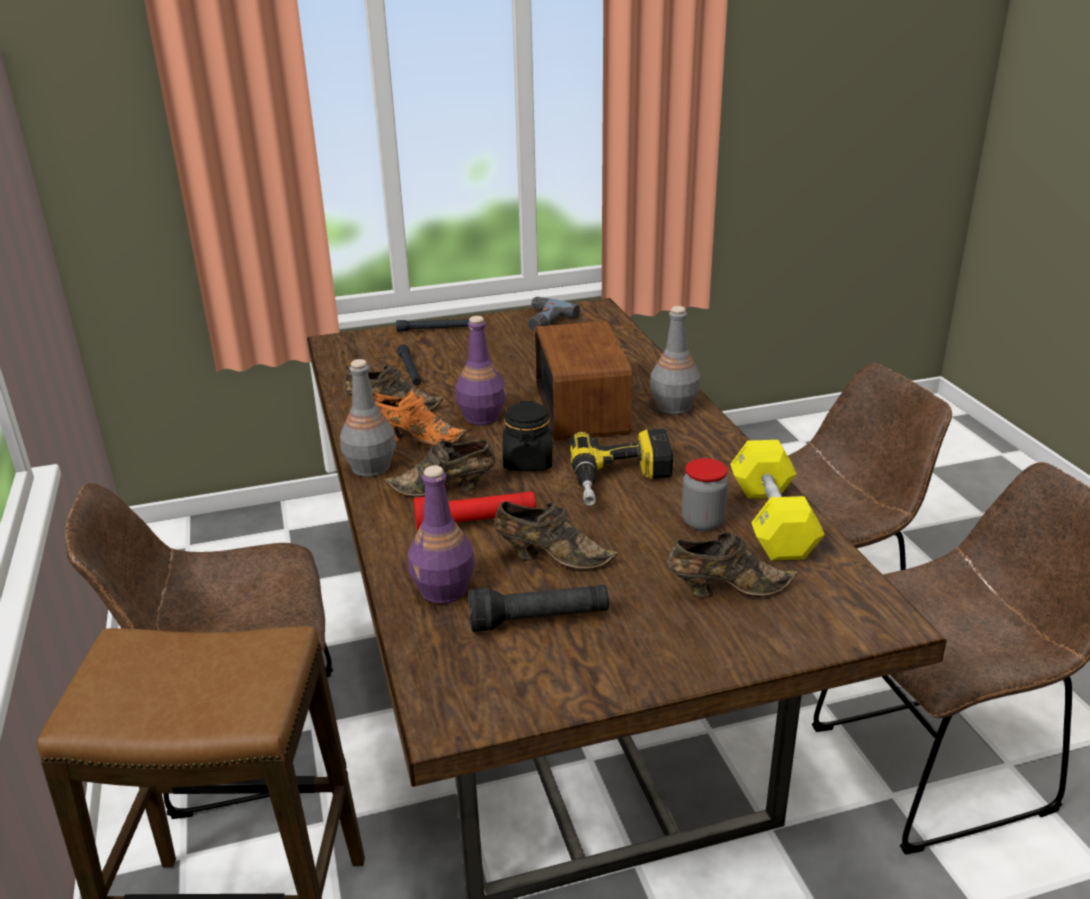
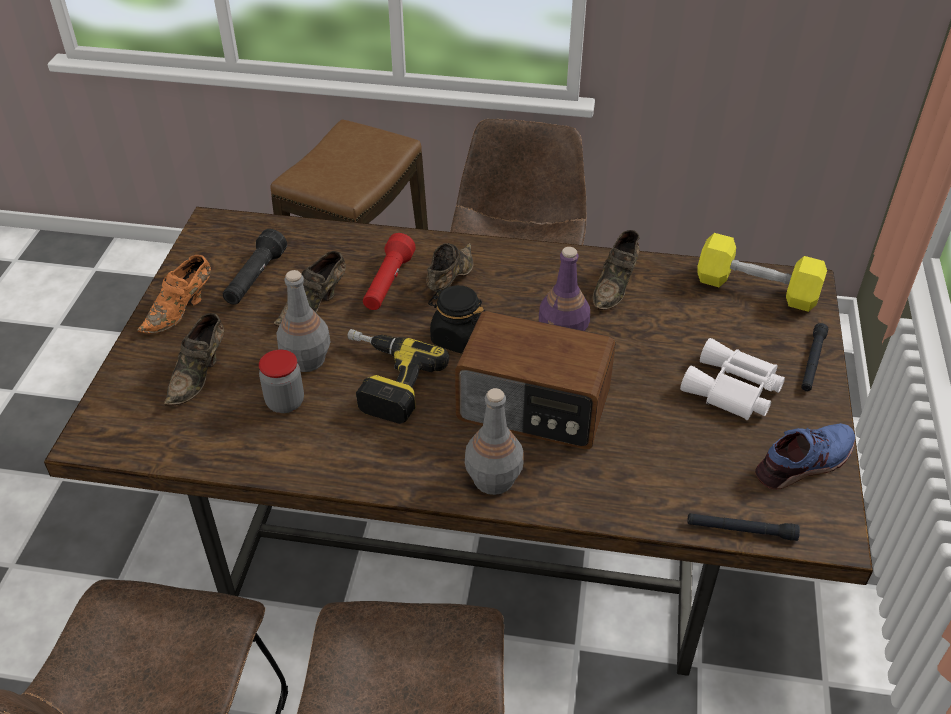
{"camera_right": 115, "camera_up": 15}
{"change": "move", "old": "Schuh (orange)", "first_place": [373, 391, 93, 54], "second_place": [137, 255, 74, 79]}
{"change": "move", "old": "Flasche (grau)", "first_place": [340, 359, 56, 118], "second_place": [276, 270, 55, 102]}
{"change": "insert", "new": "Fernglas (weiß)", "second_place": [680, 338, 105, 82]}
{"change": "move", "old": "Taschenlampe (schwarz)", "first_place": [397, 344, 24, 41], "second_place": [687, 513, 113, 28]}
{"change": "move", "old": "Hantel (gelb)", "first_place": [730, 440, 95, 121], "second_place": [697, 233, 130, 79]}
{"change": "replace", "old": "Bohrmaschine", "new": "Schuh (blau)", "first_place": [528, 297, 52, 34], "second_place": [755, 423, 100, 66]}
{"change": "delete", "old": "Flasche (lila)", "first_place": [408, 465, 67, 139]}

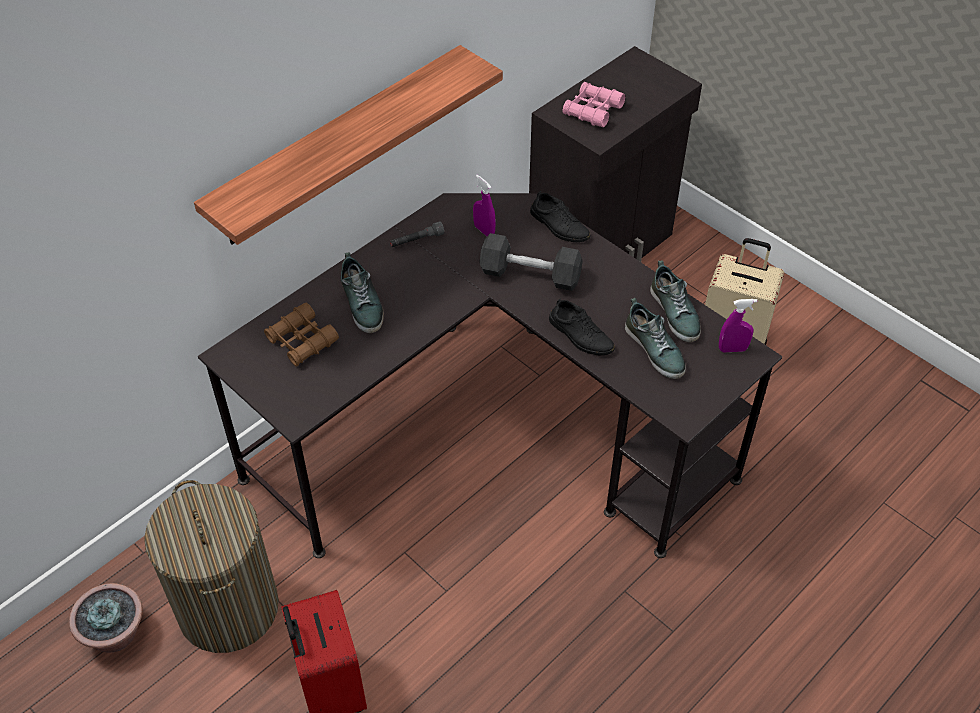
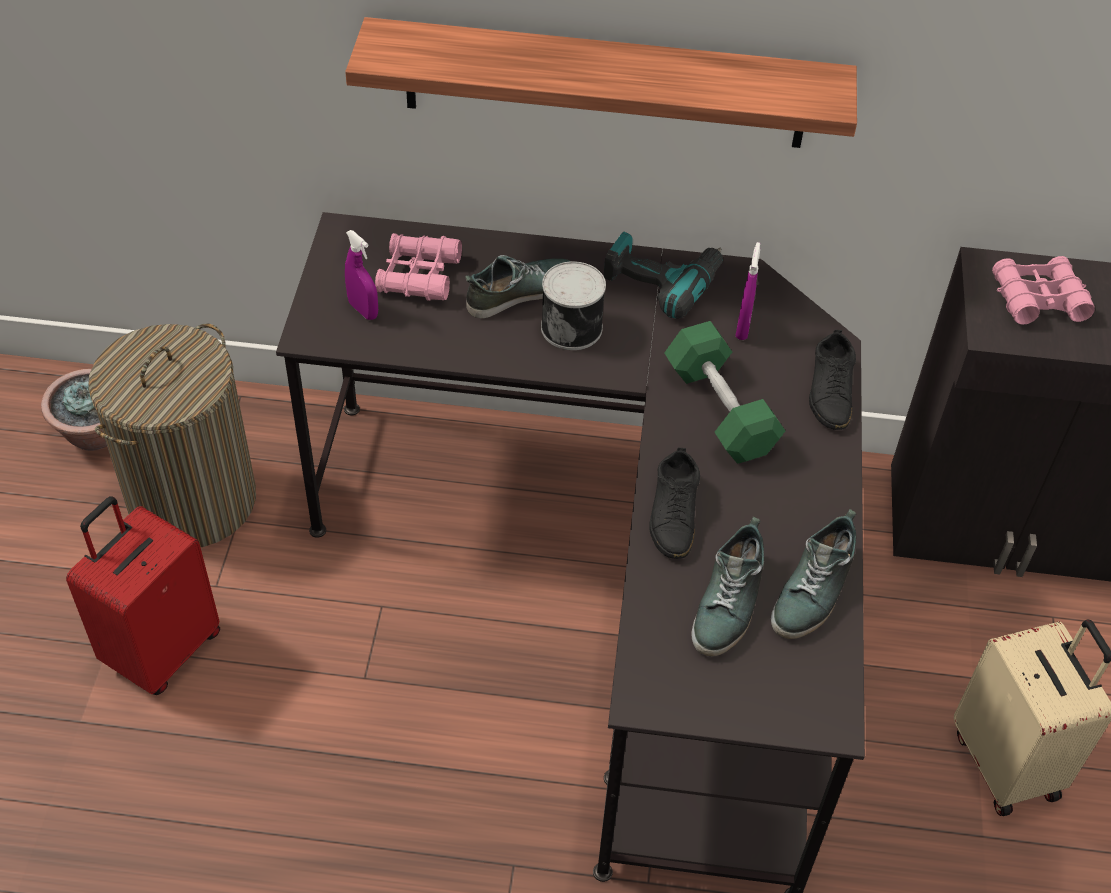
{"camera_right": 50, "camera_up": 0}
{"change": "move", "old": "Sprühflasche (lila)", "first_place": [719, 299, 38, 53], "second_place": [345, 230, 33, 90]}
{"change": "recolor", "old": "Fernglas (braun)", "new": "Fernglas (rosa)", "first_place": [264, 303, 75, 64], "second_place": [375, 233, 87, 68]}
{"change": "rotate", "old": "Schuh", "first_place": [341, 252, 42, 81], "second_place": [465, 255, 106, 63], "degrees": -150}
{"change": "insert", "new": "Dose", "second_place": [541, 261, 65, 89]}
{"change": "replace", "old": "Taschenlampe (grau)", "new": "Bohrmaschine", "first_place": [390, 222, 55, 25], "second_place": [604, 231, 119, 88]}
{"change": "recolor", "old": "Hantel (schwarz)", "new": "Hantel (grün)", "first_place": [479, 233, 104, 58], "second_place": [664, 321, 121, 143]}

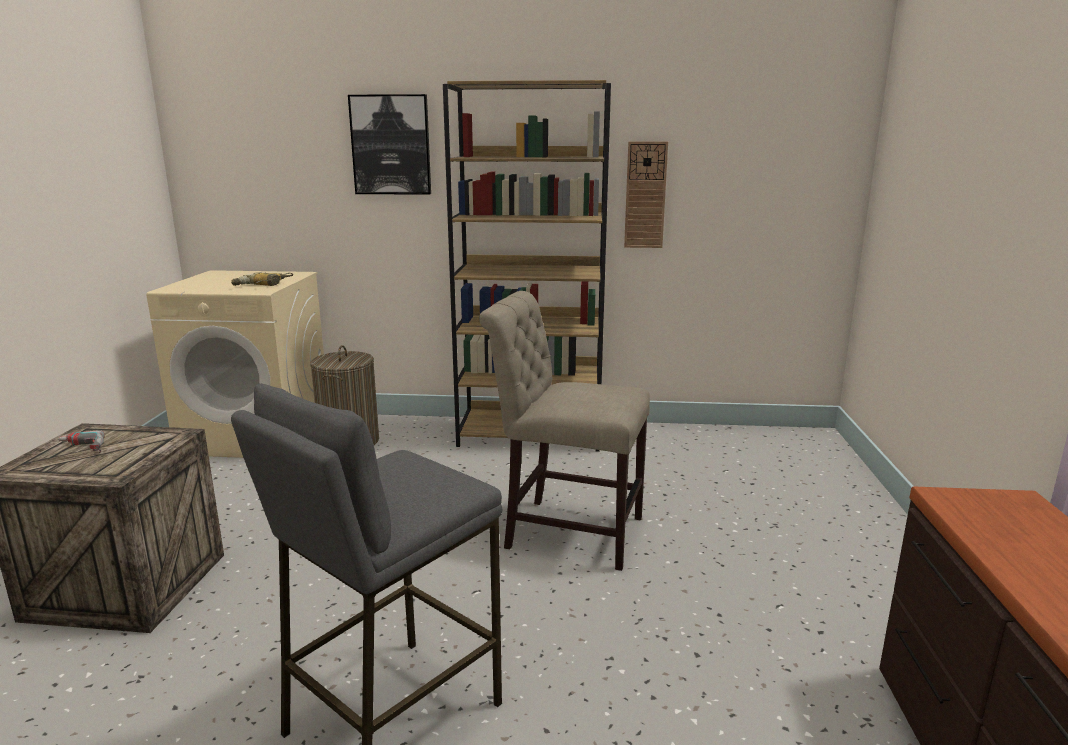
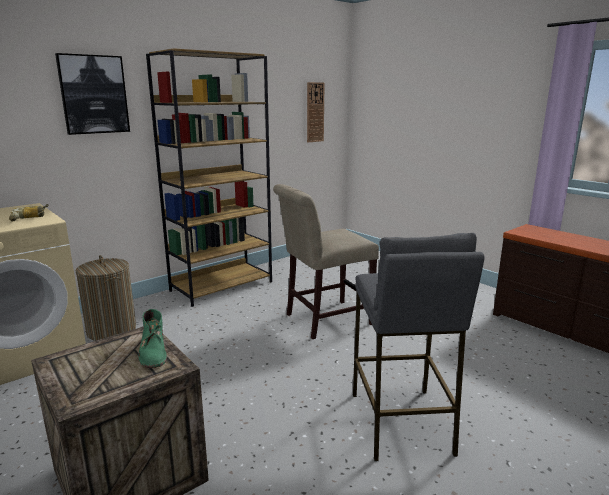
{"camera_right": -45, "camera_up": 0}
{"change": "insert", "new": "Stiefel (grün)", "second_place": [139, 309, 28, 59]}
{"change": "move", "old": "Wanduhr", "first_place": [624, 142, 44, 106], "second_place": [307, 82, 18, 60]}
{"change": "delete", "old": "Bohrmaschine", "first_place": [58, 430, 47, 23]}

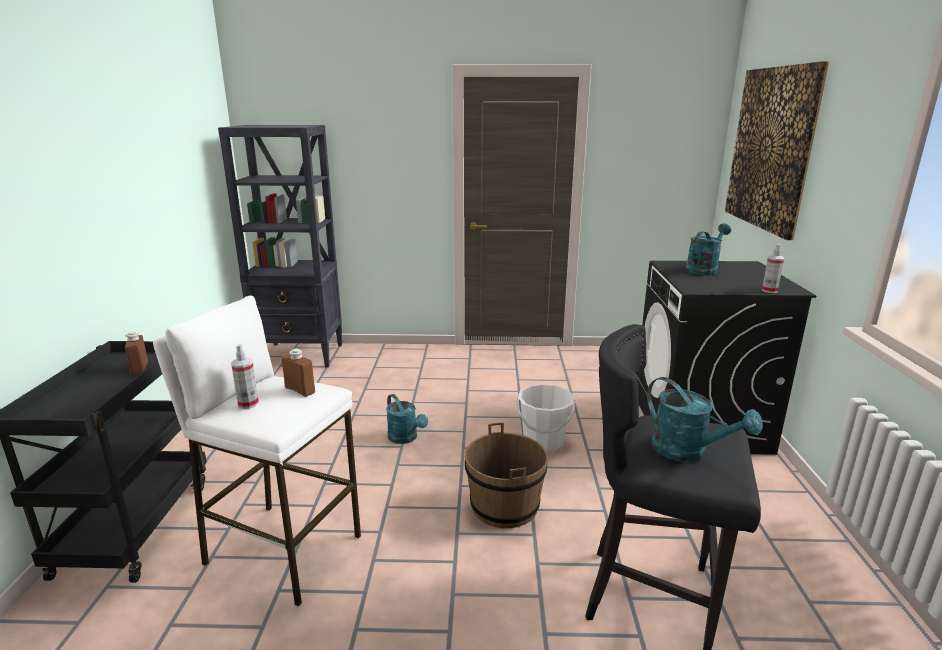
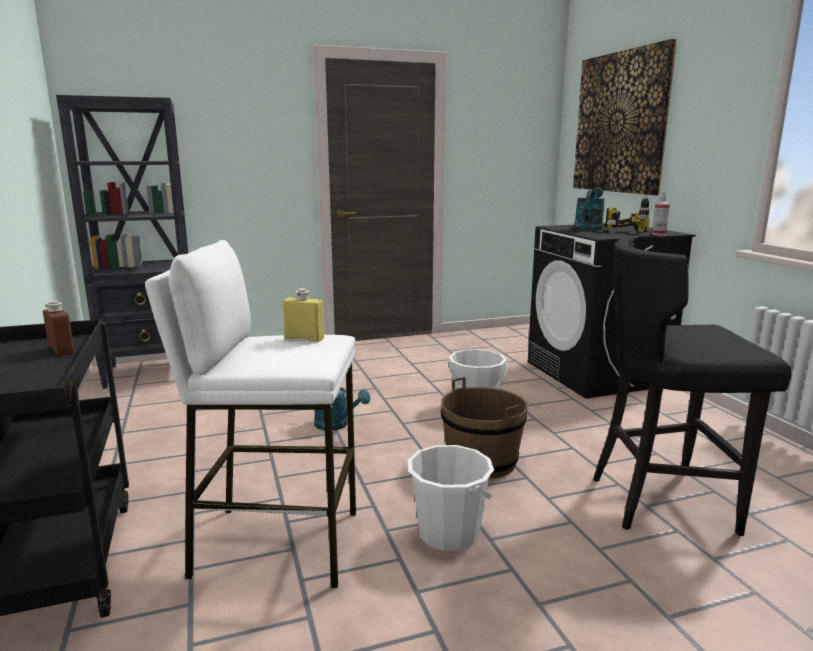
{"camera_right": -20, "camera_up": -5}
{"change": "recolor", "old": "Flasche (braun)", "new": "Flasche (gelb)", "first_place": [282, 349, 33, 48], "second_place": [283, 288, 41, 54]}
{"change": "insert", "new": "Eimer (weiß)", "second_place": [408, 445, 86, 106]}
{"change": "insert", "new": "Bohrmaschine", "second_place": [605, 195, 45, 38]}
{"change": "delete", "old": "Sprühflasche", "first_place": [231, 344, 28, 65]}
{"change": "delete", "old": "Gießkanne (türkis)", "first_place": [647, 377, 116, 85]}

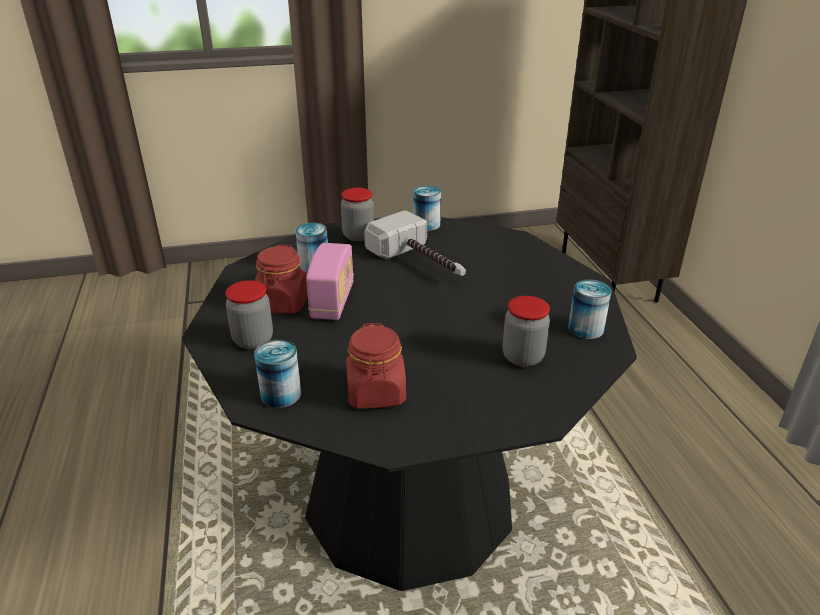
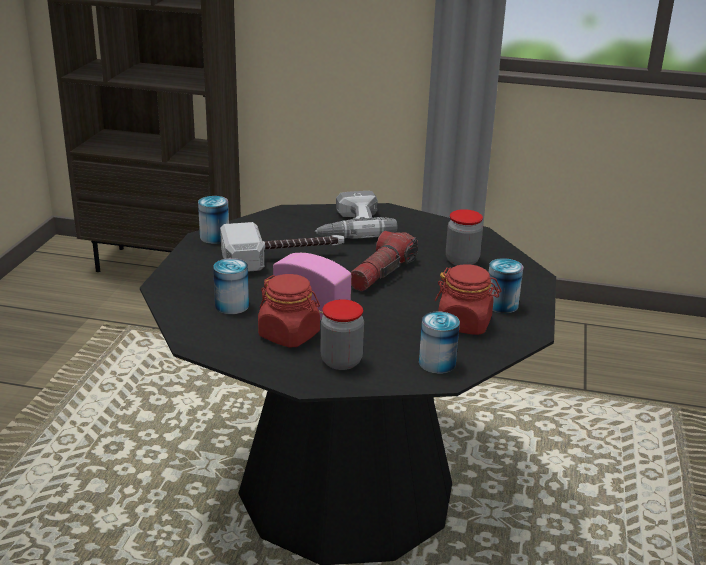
{"camera_right": -65, "camera_up": -5}
{"change": "insert", "new": "Bohrmaschine", "second_place": [315, 191, 83, 47]}
{"change": "insert", "new": "Taschenlampe", "second_place": [350, 231, 68, 60]}
{"change": "move", "old": "Dose", "first_place": [568, 280, 44, 59], "second_place": [489, 258, 34, 55]}
{"change": "delete", "old": "Vorratsglas", "first_place": [341, 188, 33, 53]}

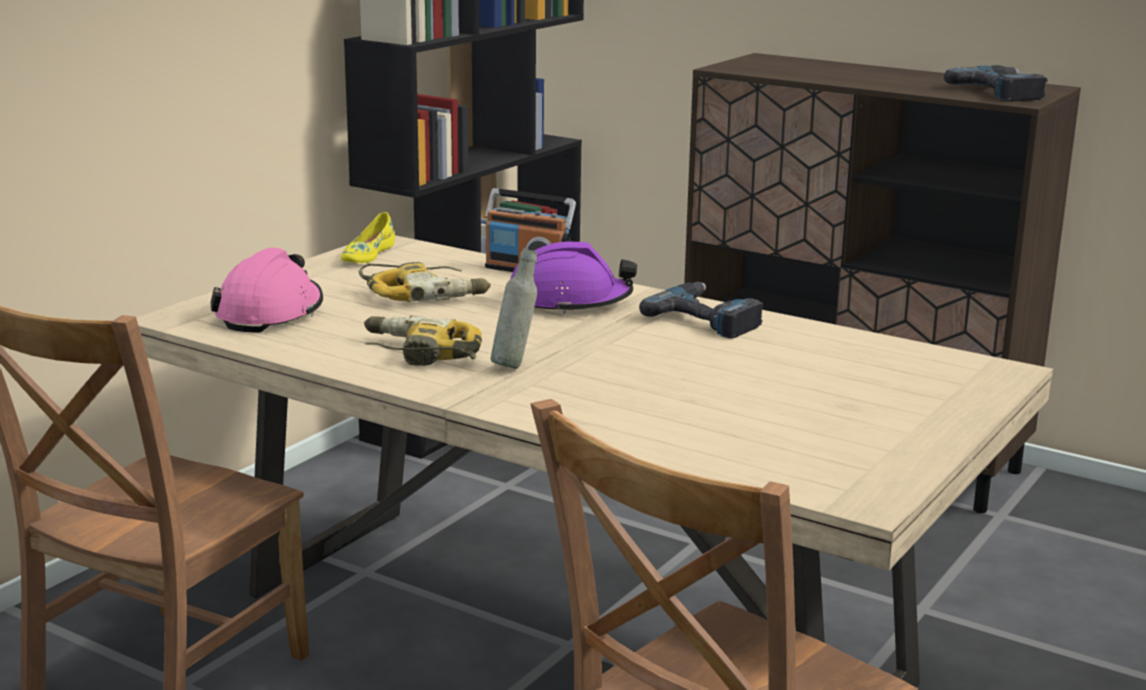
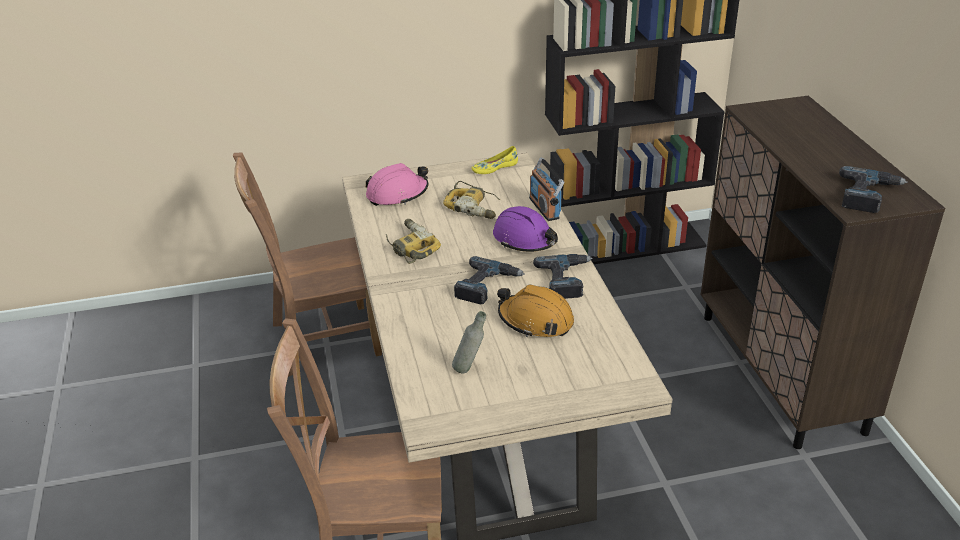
{"camera_right": 45, "camera_up": 15}
{"change": "move", "old": "Flasche (grau)", "first_place": [491, 248, 46, 121], "second_place": [452, 311, 34, 62]}
{"change": "insert", "new": "Bohrmaschine", "second_place": [454, 256, 71, 48]}
{"change": "insert", "new": "Schutzhelm (orange)", "second_place": [497, 284, 77, 53]}

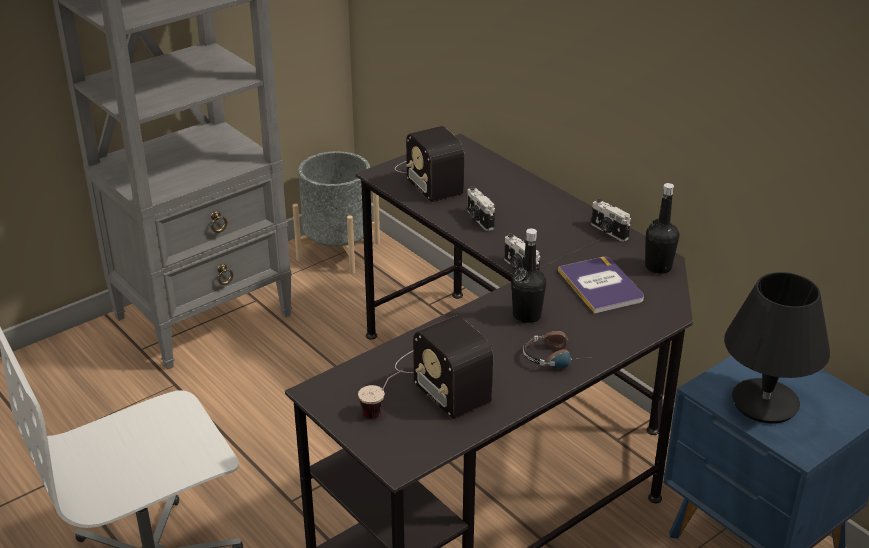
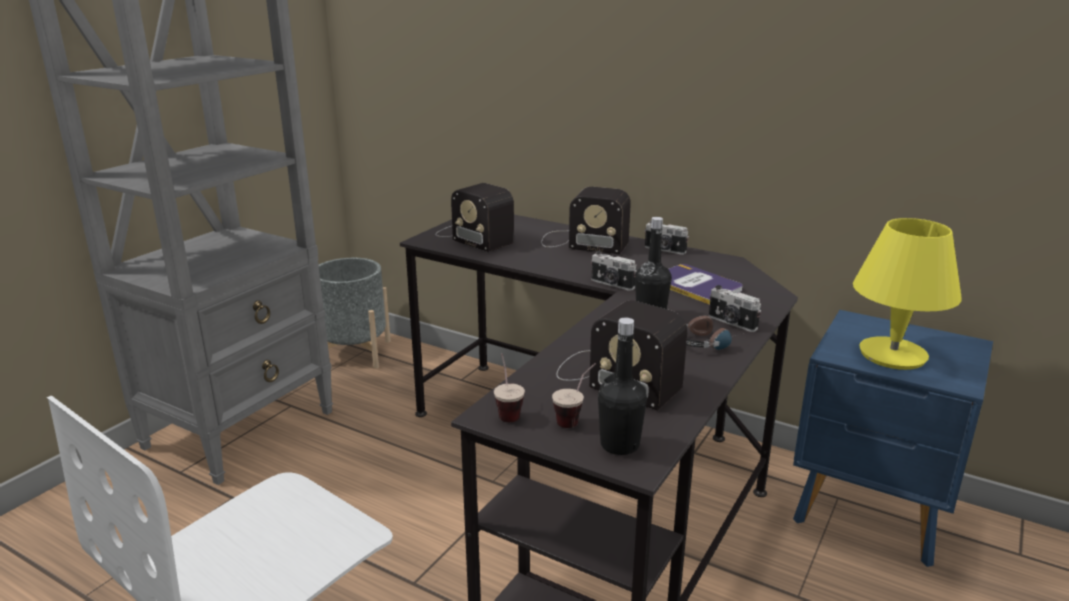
{"camera_right": -20, "camera_up": -10}
{"change": "insert", "new": "Tasse", "second_place": [494, 353, 31, 69]}
{"change": "insert", "new": "Radio", "second_place": [541, 187, 90, 68]}
{"change": "move", "old": "Flasche (schwarz)", "first_place": [645, 183, 34, 91], "second_place": [598, 318, 49, 137]}
{"change": "move", "old": "Kamera", "first_place": [467, 186, 28, 45], "second_place": [709, 285, 52, 47]}
{"change": "recolor", "old": "Tischlampe (schwarz)", "new": "Tischlampe (gelb)", "first_place": [724, 272, 106, 152], "second_place": [853, 218, 109, 152]}

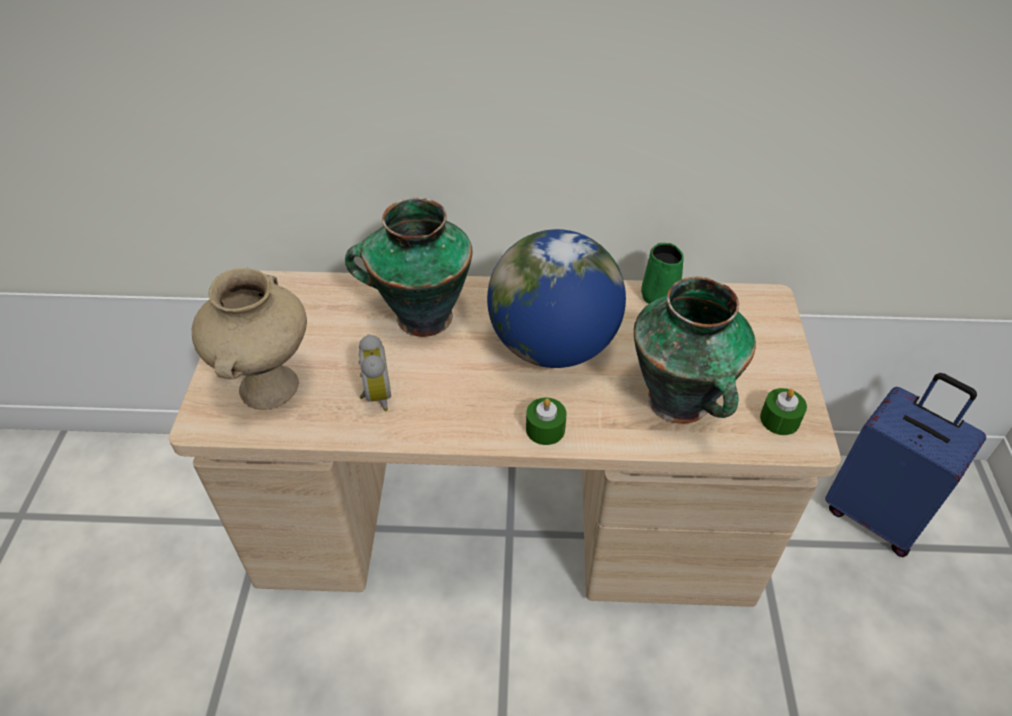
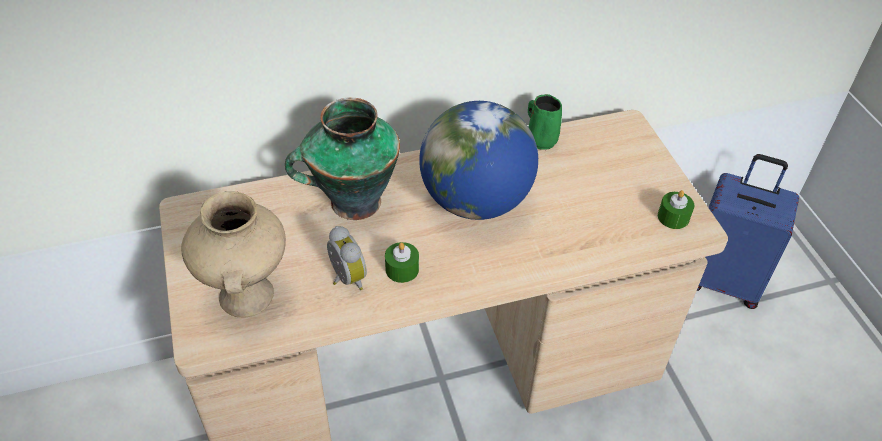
{"camera_right": -20, "camera_up": 0}
{"change": "move", "old": "Kerze (grün)", "first_place": [526, 398, 40, 47], "second_place": [385, 242, 34, 41]}
{"change": "delete", "old": "Vase", "first_place": [634, 277, 122, 147]}

